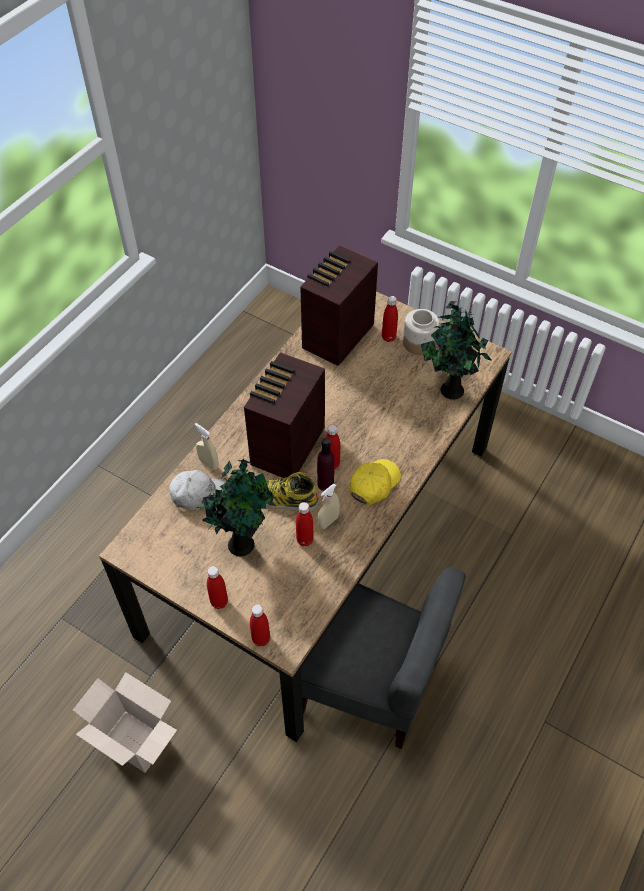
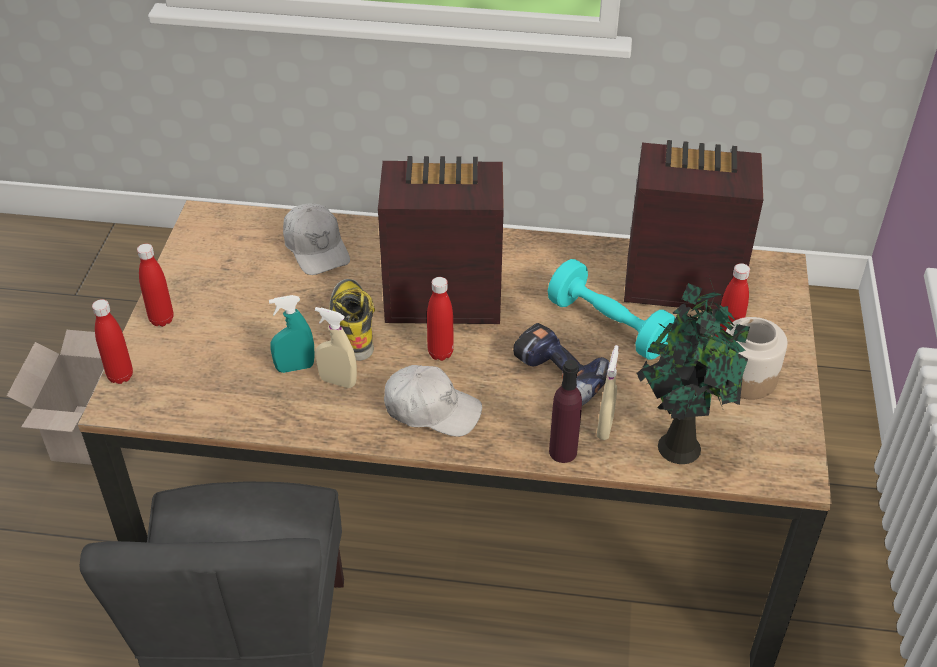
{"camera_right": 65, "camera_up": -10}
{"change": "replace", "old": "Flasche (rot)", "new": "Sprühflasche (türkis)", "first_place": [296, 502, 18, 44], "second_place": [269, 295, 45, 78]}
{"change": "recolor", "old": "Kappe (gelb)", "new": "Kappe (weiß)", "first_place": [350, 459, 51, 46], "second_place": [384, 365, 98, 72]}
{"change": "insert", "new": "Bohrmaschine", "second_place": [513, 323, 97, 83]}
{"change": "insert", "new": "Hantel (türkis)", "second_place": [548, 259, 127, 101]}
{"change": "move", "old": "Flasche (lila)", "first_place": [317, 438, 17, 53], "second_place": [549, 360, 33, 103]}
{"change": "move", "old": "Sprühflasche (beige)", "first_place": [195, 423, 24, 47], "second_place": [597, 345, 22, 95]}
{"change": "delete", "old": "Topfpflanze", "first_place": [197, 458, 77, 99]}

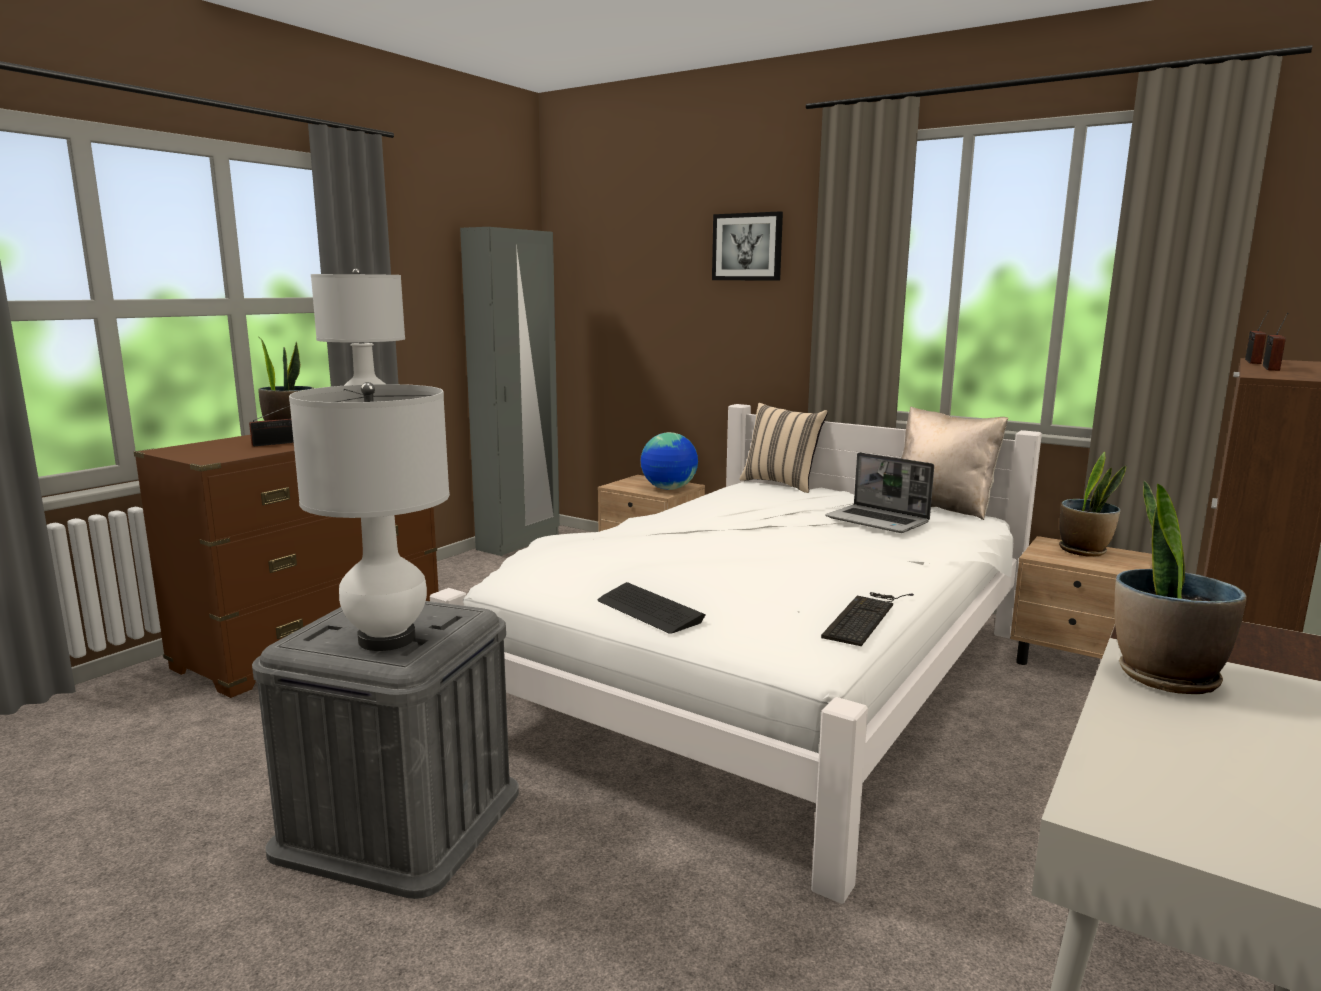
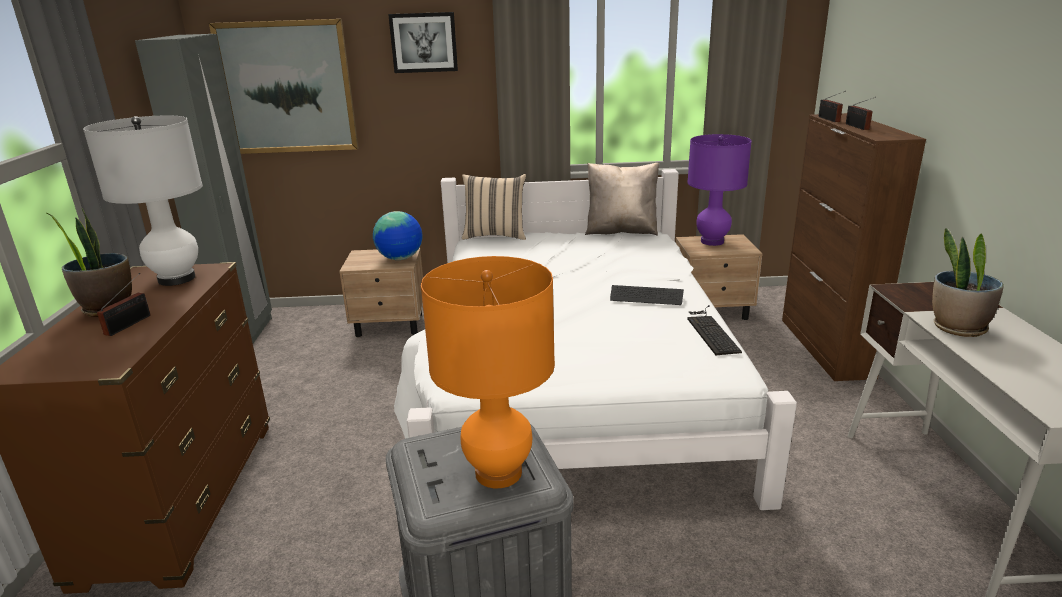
{"camera_right": -35, "camera_up": 10}
{"change": "insert", "new": "Bild", "second_place": [209, 19, 150, 135]}
{"change": "recolor", "old": "Tischlampe (weiß)", "new": "Tischlampe (orange)", "first_place": [289, 382, 161, 269], "second_place": [421, 256, 134, 232]}
{"change": "move", "old": "Tastatur", "first_place": [598, 582, 108, 52], "second_place": [610, 285, 74, 20]}
{"change": "replace", "old": "Topfpflanze", "new": "Tischlampe (lila)", "first_place": [1059, 452, 67, 105], "second_place": [687, 134, 65, 112]}
{"change": "delete", "old": "Laptop", "first_place": [825, 452, 109, 81]}

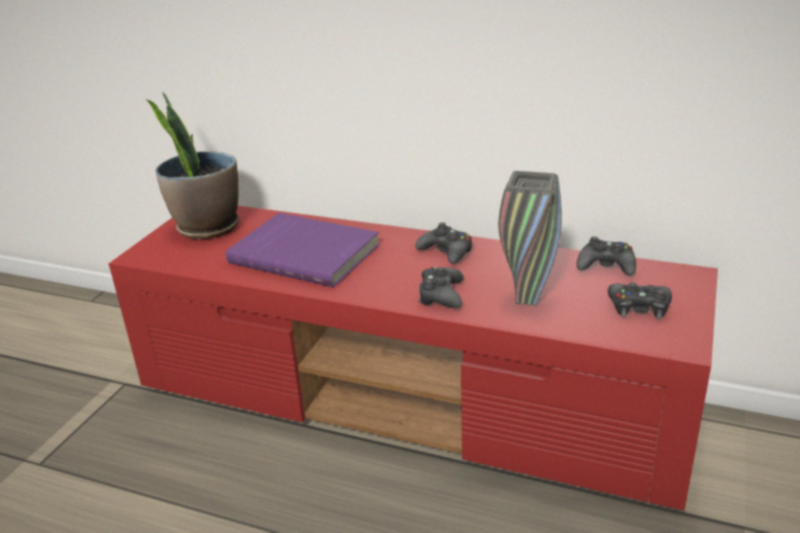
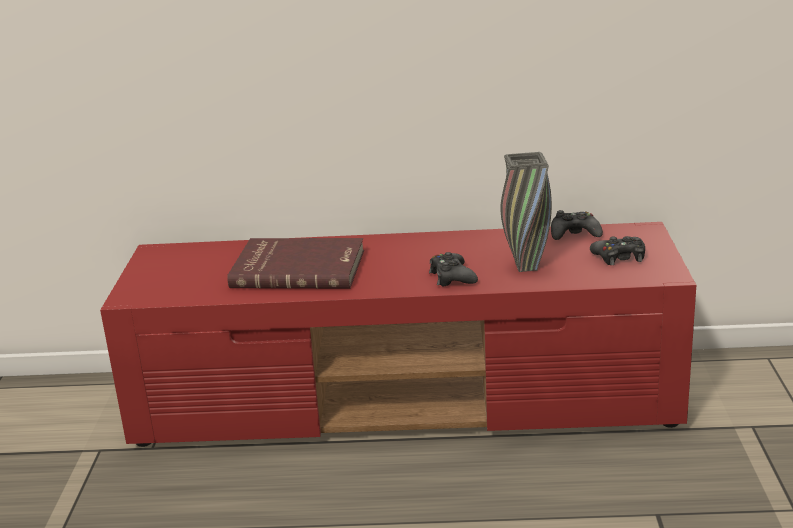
{"camera_right": -20, "camera_up": -5}
{"change": "recolor", "old": "Buch (lila)", "new": "Buch (rot)", "first_place": [226, 213, 154, 74], "second_place": [227, 238, 137, 51]}
{"change": "delete", "old": "Topfpflanze", "first_place": [146, 92, 93, 148]}
{"change": "delete", "old": "Gamepad (schwarz)", "first_place": [415, 222, 57, 42]}

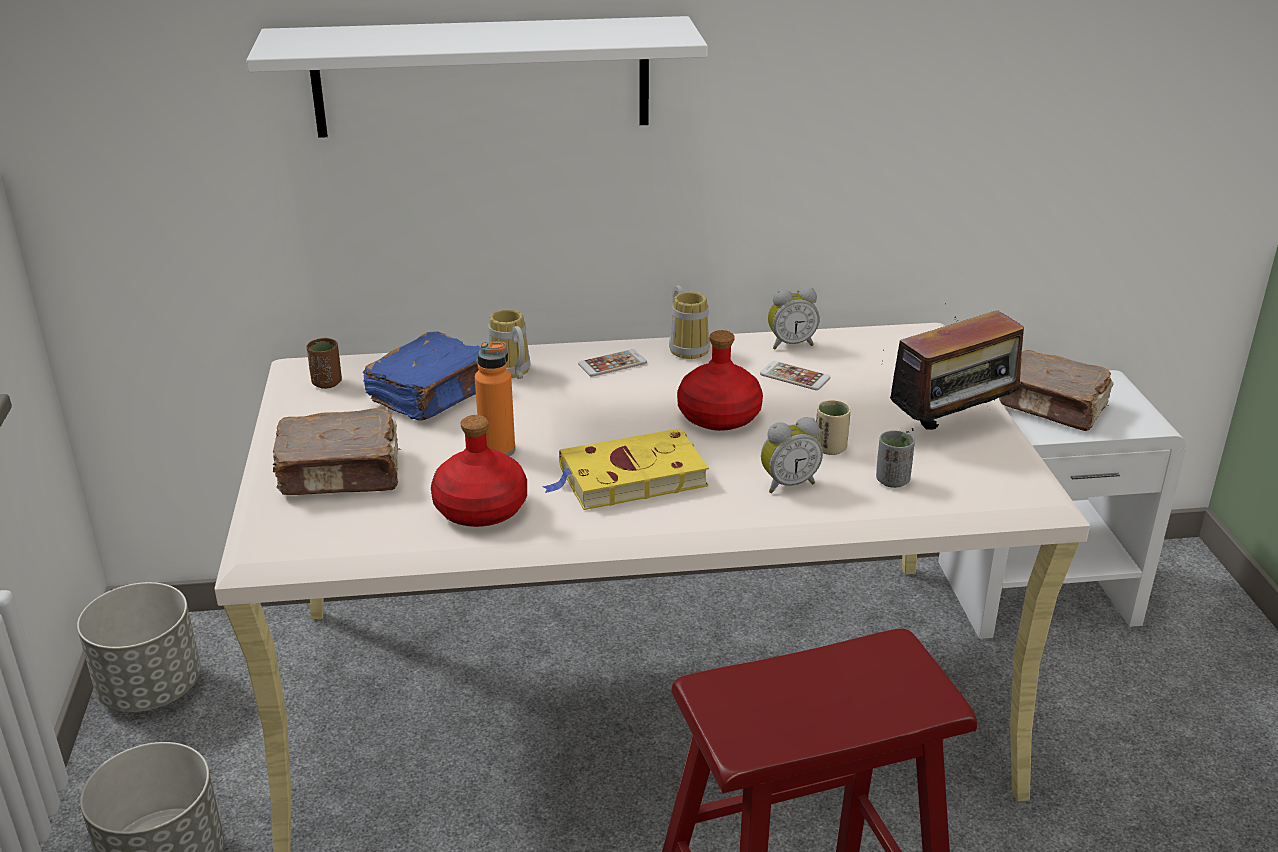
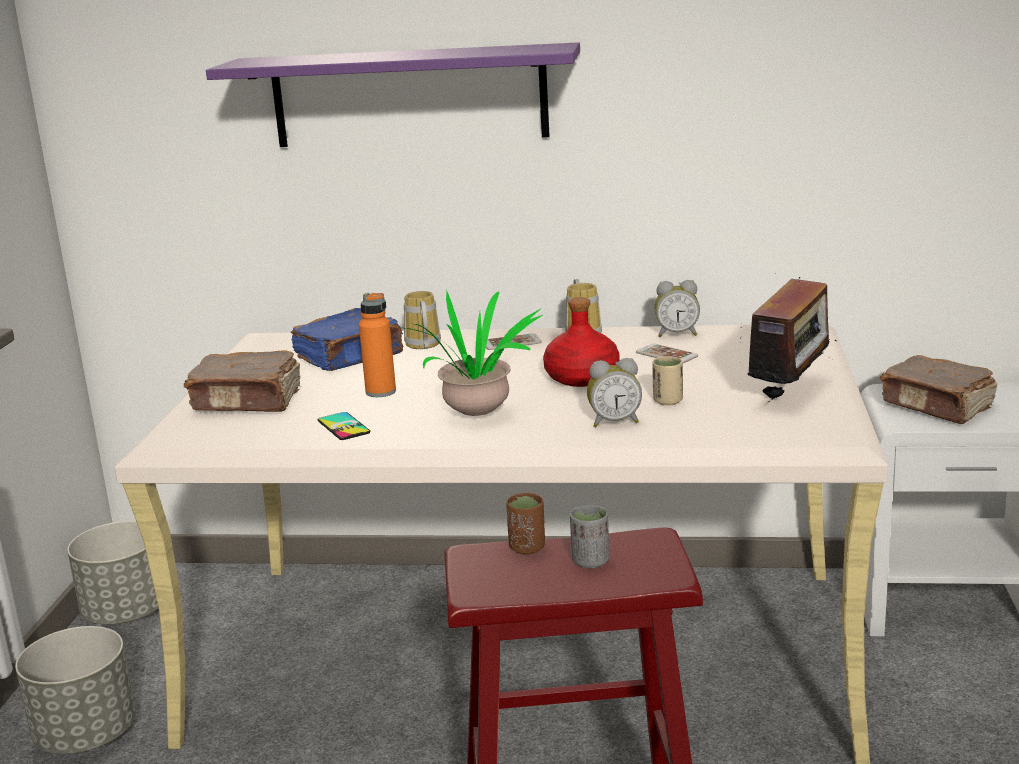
{"camera_right": 15, "camera_up": -10}
{"change": "recolor", "old": "Wandregal (weiß)", "new": "Wandregal (lila)", "first_place": [246, 16, 462, 122], "second_place": [206, 42, 374, 105]}
{"change": "replace", "old": "Flasche (rot)", "new": "Handy", "first_place": [431, 415, 96, 112], "second_place": [318, 412, 52, 28]}
{"change": "replace", "old": "Buch (gelb)", "new": "Topfpflanze", "first_place": [542, 428, 167, 82], "second_place": [405, 292, 137, 124]}
{"change": "move", "old": "Tasse (braun)", "first_place": [307, 338, 35, 51], "second_place": [506, 493, 39, 62]}
{"change": "move", "old": "Tasse (grau)", "first_place": [876, 430, 39, 58], "second_place": [570, 505, 39, 63]}
{"change": "rotate", "old": "Radio", "first_place": [890, 310, 138, 122], "second_place": [748, 273, 94, 129], "degrees": -45}

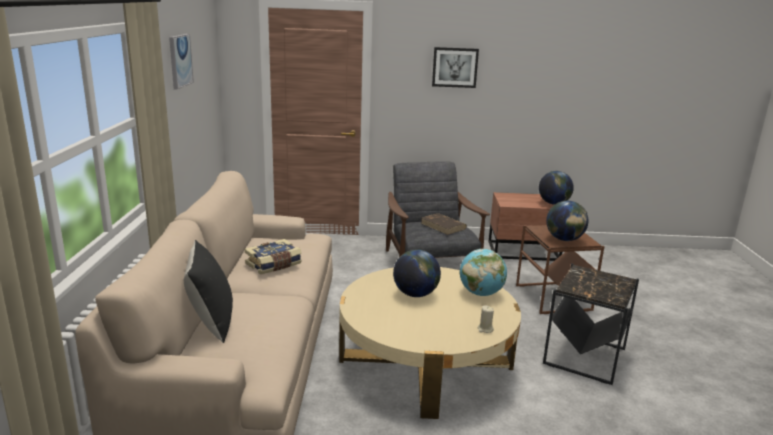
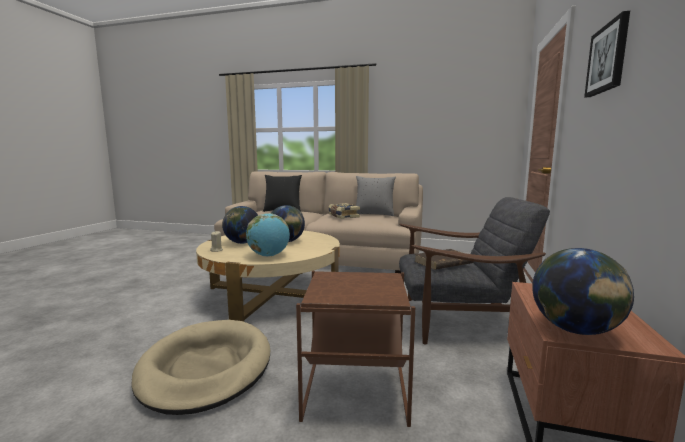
{"camera_right": 105, "camera_up": -10}
{"change": "replace", "old": "Beistelltisch (schwarz)", "new": "Hundebett (beige)", "first_place": [543, 264, 96, 121], "second_place": [131, 320, 139, 95]}
{"change": "move", "old": "Globus", "first_place": [546, 201, 42, 40], "second_place": [222, 206, 36, 38]}
{"change": "insert", "new": "Kissen (grau)", "second_place": [356, 176, 40, 40]}
{"change": "delete", "old": "Bild", "first_place": [169, 34, 25, 56]}

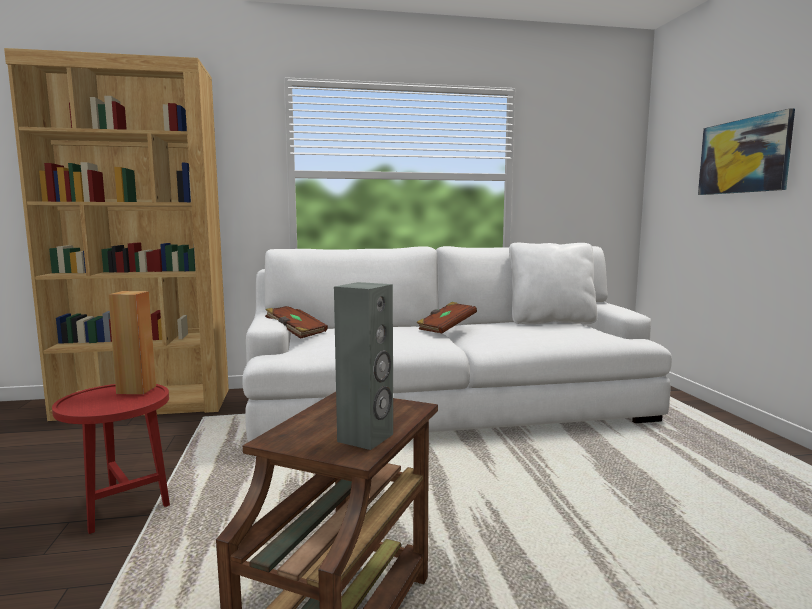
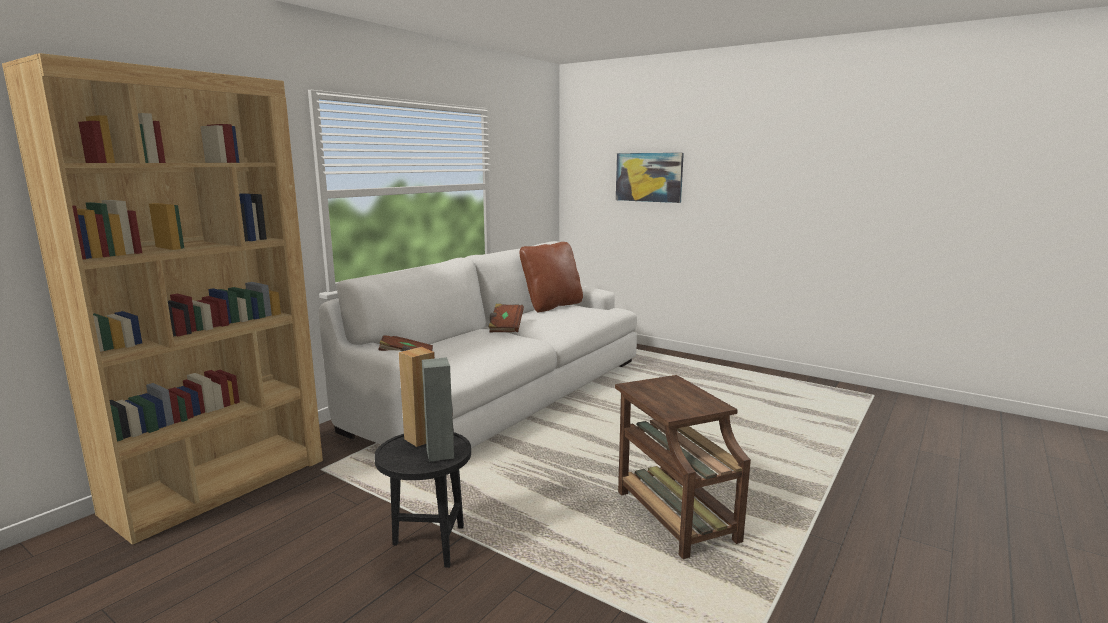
{"camera_right": -45, "camera_up": 5}
{"change": "recolor", "old": "Beistelltisch (rot)", "new": "Beistelltisch (schwarz)", "first_place": [52, 384, 118, 150], "second_place": [374, 432, 97, 136]}
{"change": "move", "old": "Lautsprecher (grau)", "first_place": [334, 282, 59, 168], "second_place": [422, 357, 32, 105]}
{"change": "recolor", "old": "Kissen (weiß)", "new": "Kissen (braun)", "first_place": [509, 243, 89, 81], "second_place": [520, 242, 63, 71]}

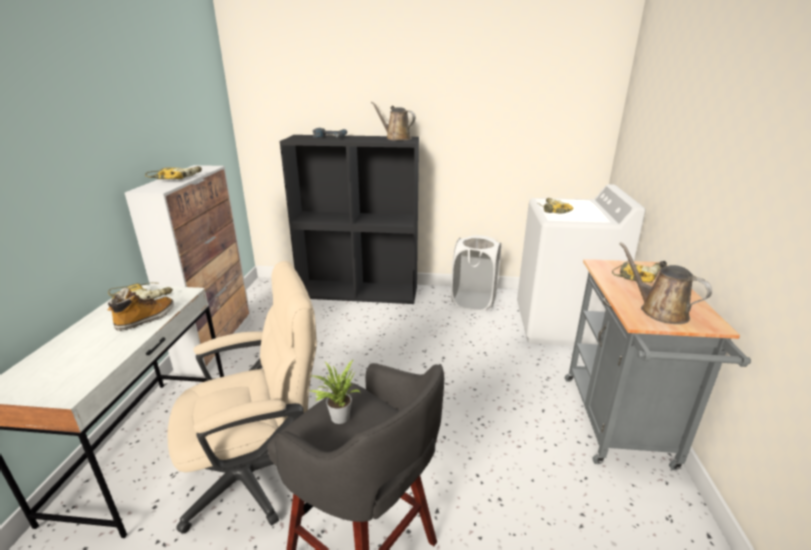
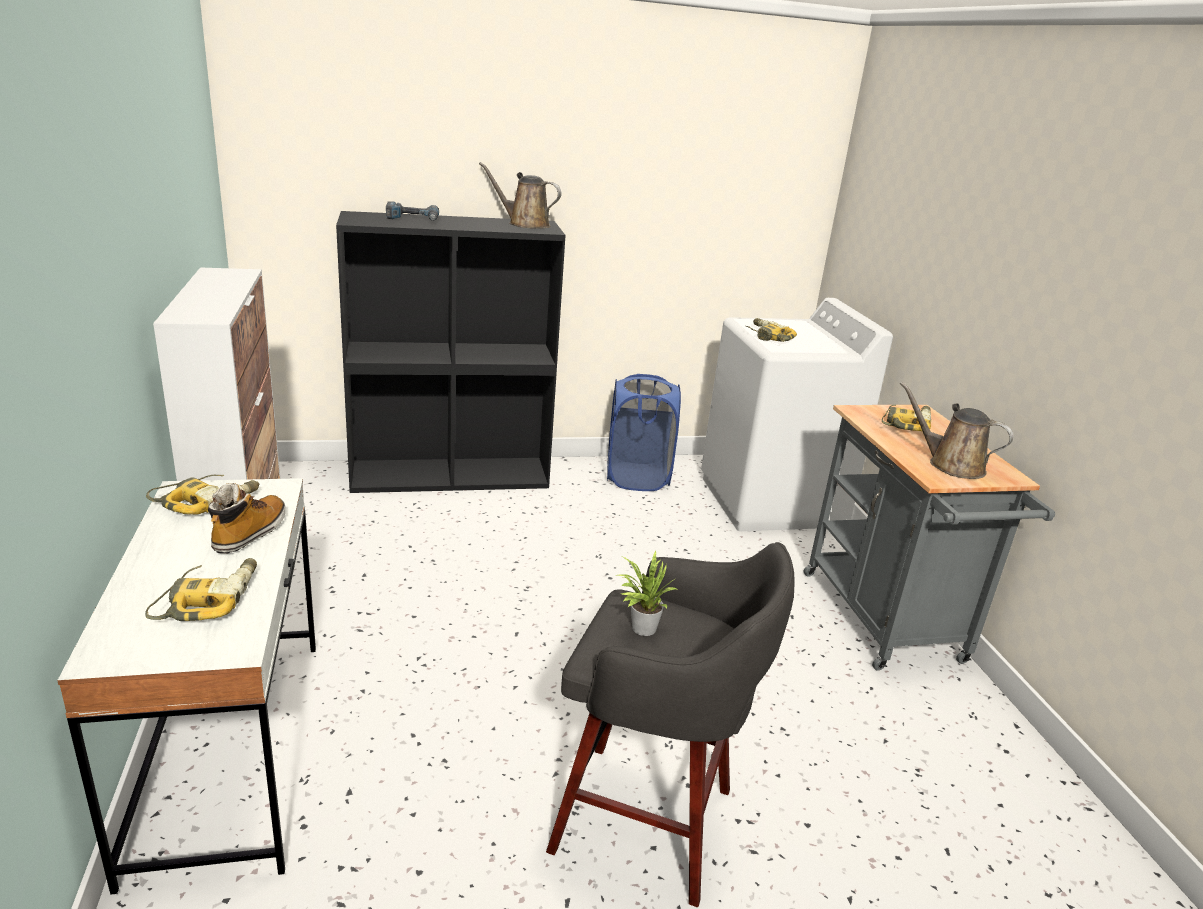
{"camera_right": -20, "camera_up": 0}
{"change": "move", "old": "Bohrmaschine", "first_place": [145, 166, 57, 13], "second_place": [145, 558, 112, 63]}
{"change": "recolor", "old": "Wäschekorb (weiß)", "new": "Wäschekorb (blau)", "first_place": [451, 235, 50, 76], "second_place": [607, 374, 74, 117]}
{"change": "delete", "old": "Bürostuhl (beige)", "first_place": [167, 261, 150, 273]}

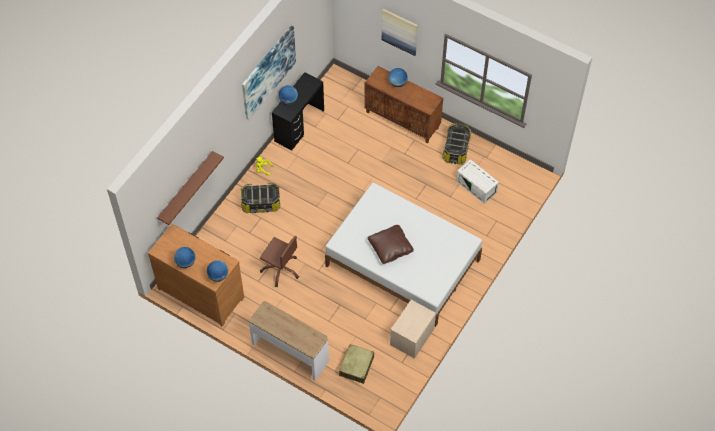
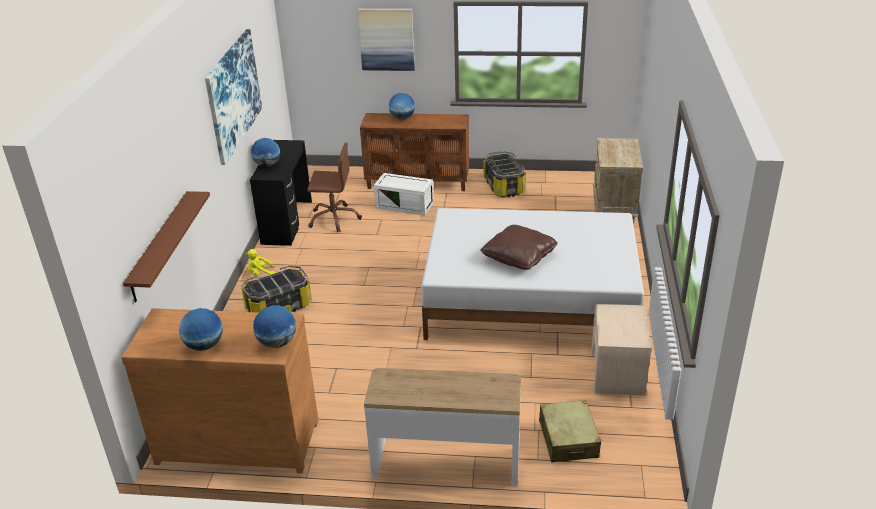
{"camera_right": -25, "camera_up": -25}
{"change": "move", "old": "Bürostuhl (braun)", "first_place": [260, 236, 39, 51], "second_place": [307, 143, 55, 90]}
{"change": "move", "old": "Aufbewahrungsbox (weiß)", "first_place": [456, 159, 43, 45], "second_place": [374, 173, 60, 42]}
{"change": "insert", "new": "Nachttisch (beige)", "second_place": [593, 138, 50, 86]}

